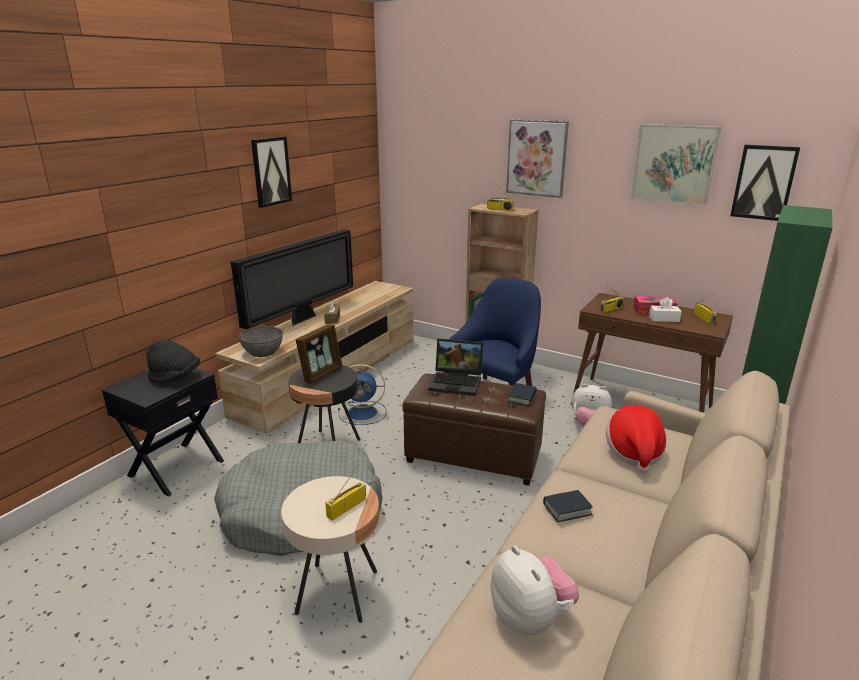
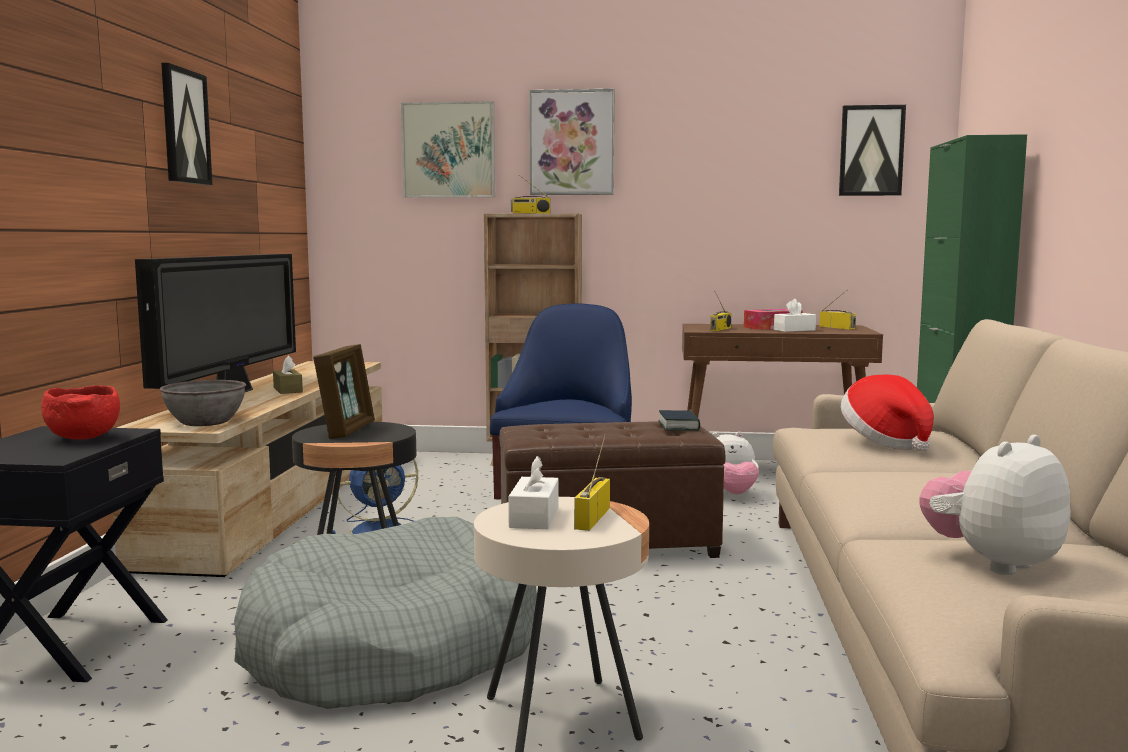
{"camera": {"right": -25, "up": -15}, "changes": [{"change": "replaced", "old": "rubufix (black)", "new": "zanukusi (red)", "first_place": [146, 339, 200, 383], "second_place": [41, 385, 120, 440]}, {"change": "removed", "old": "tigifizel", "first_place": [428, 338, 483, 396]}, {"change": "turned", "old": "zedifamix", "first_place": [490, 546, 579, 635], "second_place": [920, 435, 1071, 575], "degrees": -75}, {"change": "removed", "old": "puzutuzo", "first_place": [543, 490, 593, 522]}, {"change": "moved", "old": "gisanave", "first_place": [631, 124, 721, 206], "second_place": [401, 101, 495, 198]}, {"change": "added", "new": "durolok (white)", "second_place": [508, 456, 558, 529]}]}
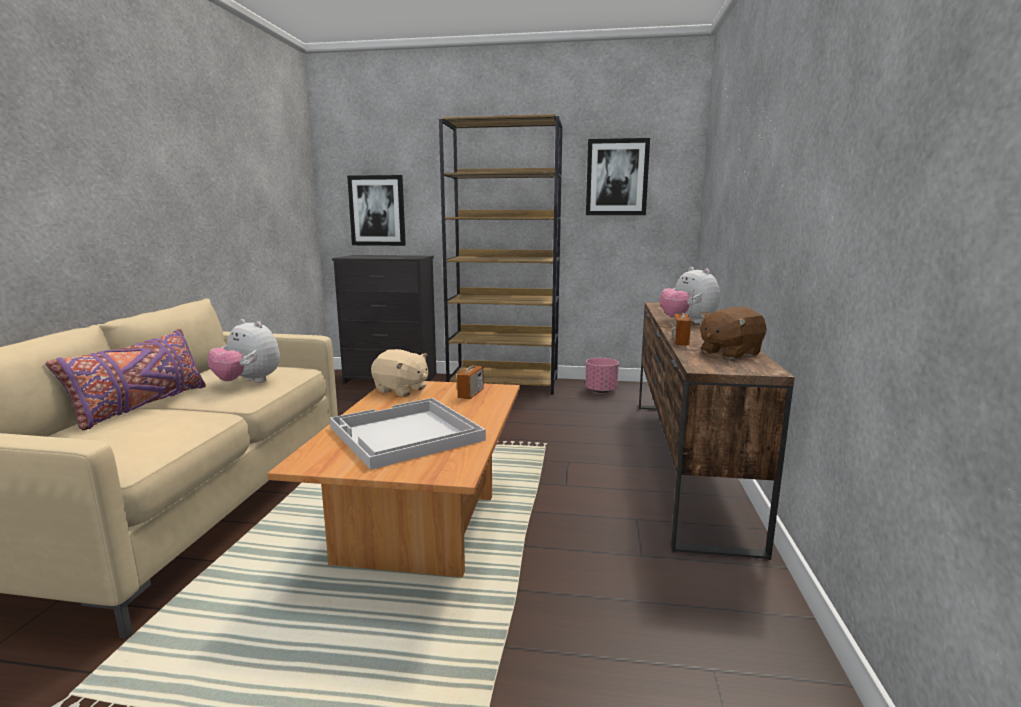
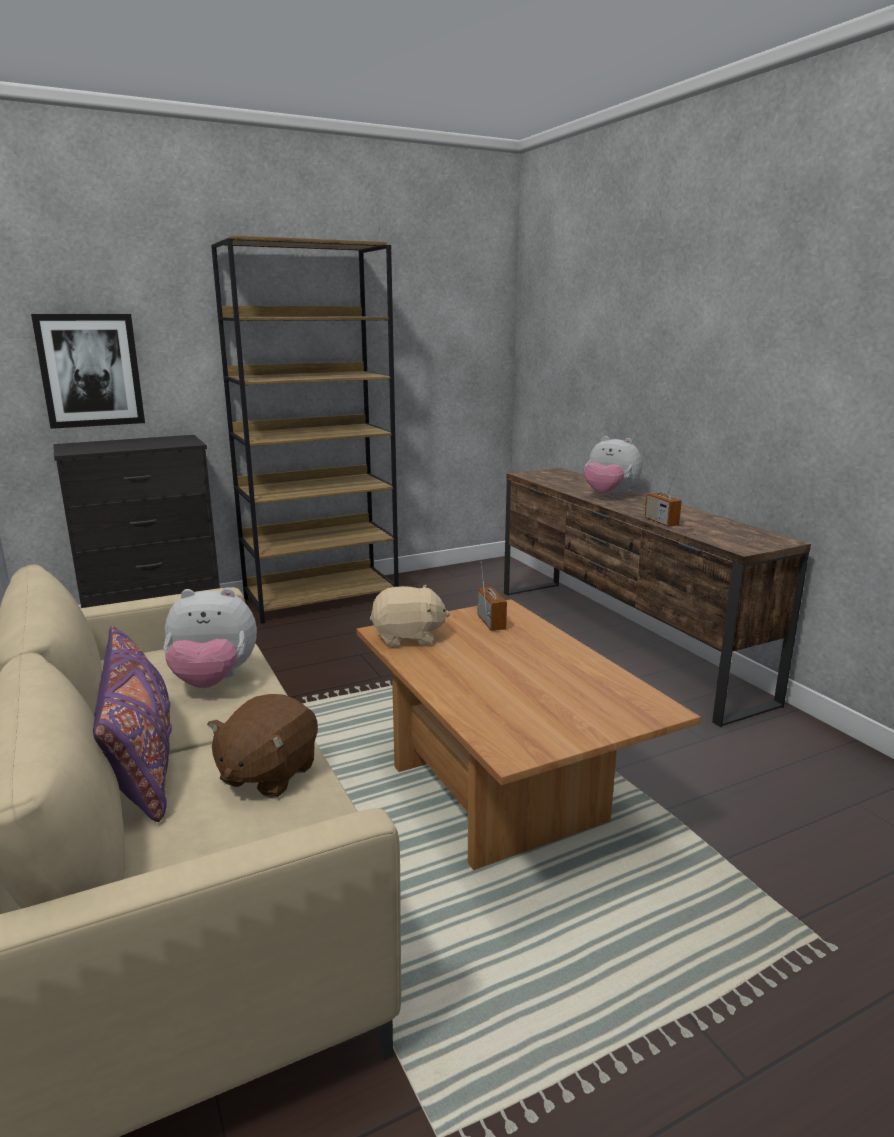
{"camera": {"right": -35, "up": 5}, "changes": [{"change": "removed", "old": "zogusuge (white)", "first_place": [330, 398, 486, 470]}, {"change": "removed", "old": "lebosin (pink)", "first_place": [585, 358, 619, 393]}, {"change": "removed", "old": "gisanave", "first_place": [586, 138, 650, 215]}, {"change": "moved", "old": "zedifamix (brown)", "first_place": [700, 307, 767, 359], "second_place": [207, 694, 318, 798]}]}
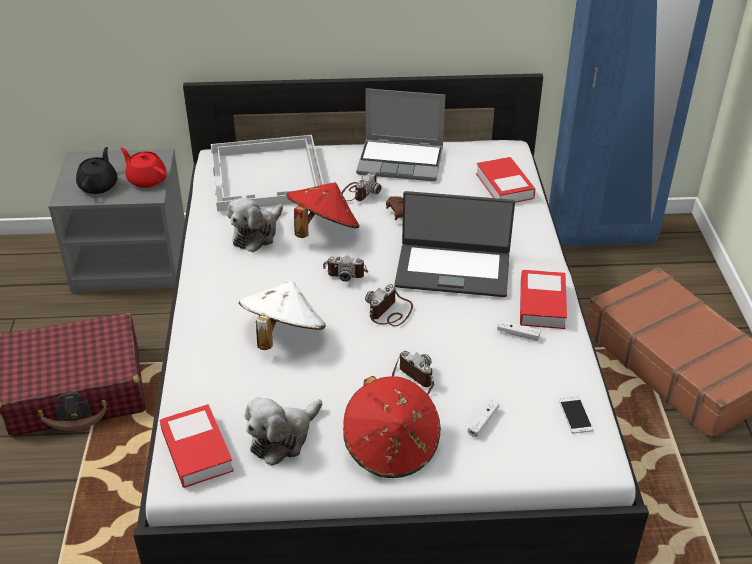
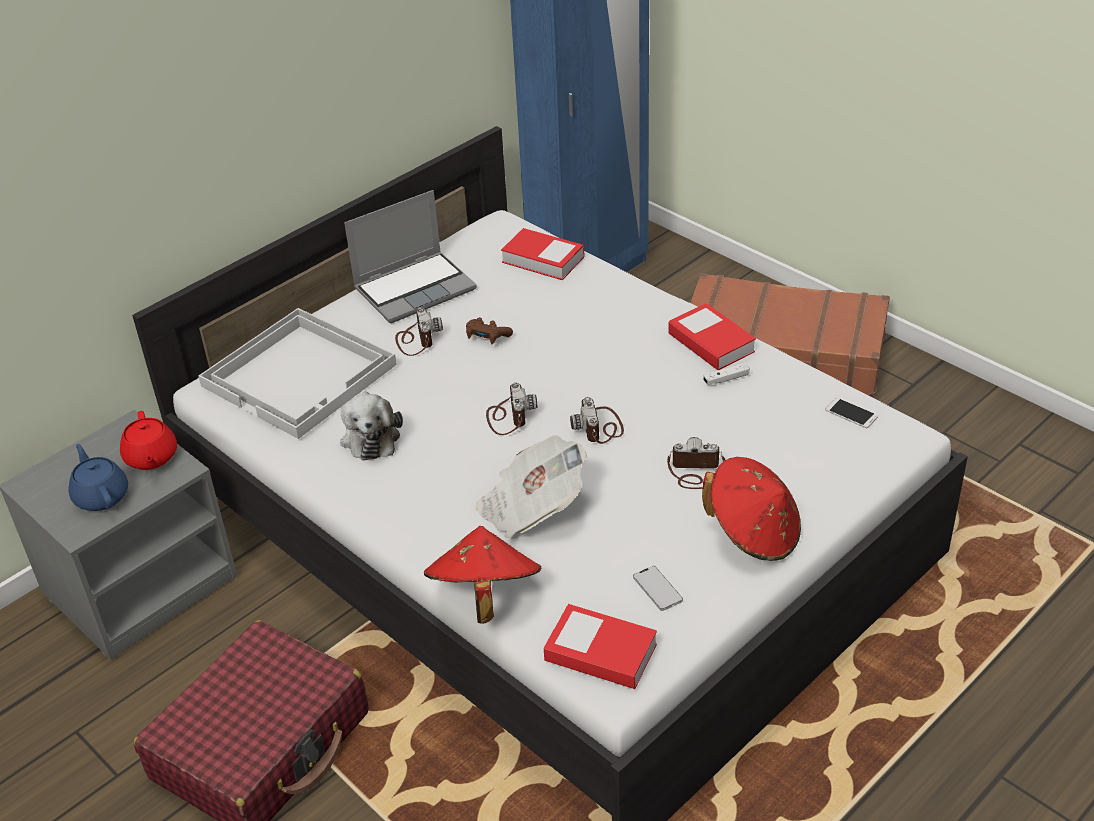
{"camera": {"right": -40, "up": 0}, "changes": [{"change": "recoloured", "old": "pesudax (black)", "new": "pesudax (blue)", "first_place": [76, 147, 117, 194], "second_place": [68, 444, 128, 511]}, {"change": "turned", "old": "pesudax (red)", "first_place": [120, 148, 166, 188], "second_place": [120, 411, 177, 470], "degrees": -105}, {"change": "replaced", "old": "rubufix (white)", "new": "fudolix", "first_place": [239, 281, 326, 350], "second_place": [475, 435, 587, 539]}, {"change": "replaced", "old": "zedifamix", "new": "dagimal", "first_place": [245, 397, 322, 466], "second_place": [633, 566, 683, 611]}, {"change": "moved", "old": "rubufix (red)", "first_place": [286, 183, 359, 238], "second_place": [424, 526, 542, 624]}, {"change": "turned", "old": "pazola", "first_place": [323, 256, 368, 282], "second_place": [486, 382, 538, 435], "degrees": -60}, {"change": "removed", "old": "tigifizel", "first_place": [394, 191, 515, 297]}, {"change": "removed", "old": "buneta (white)", "first_place": [468, 400, 499, 437]}]}
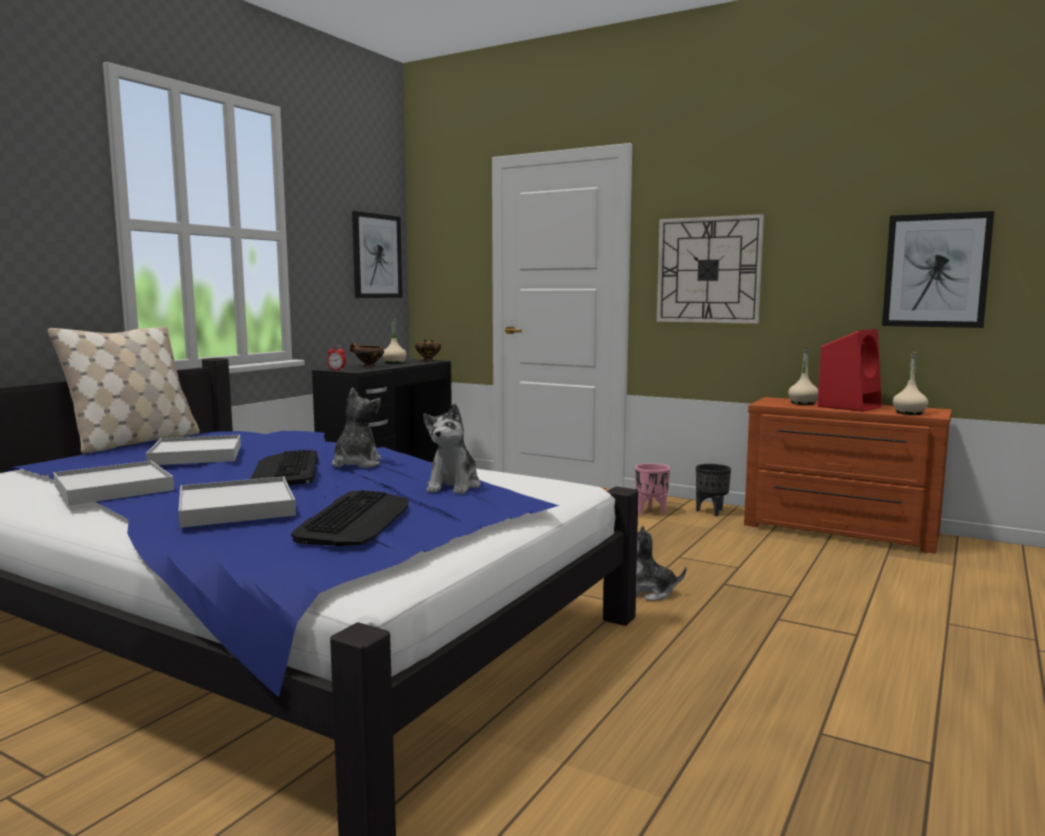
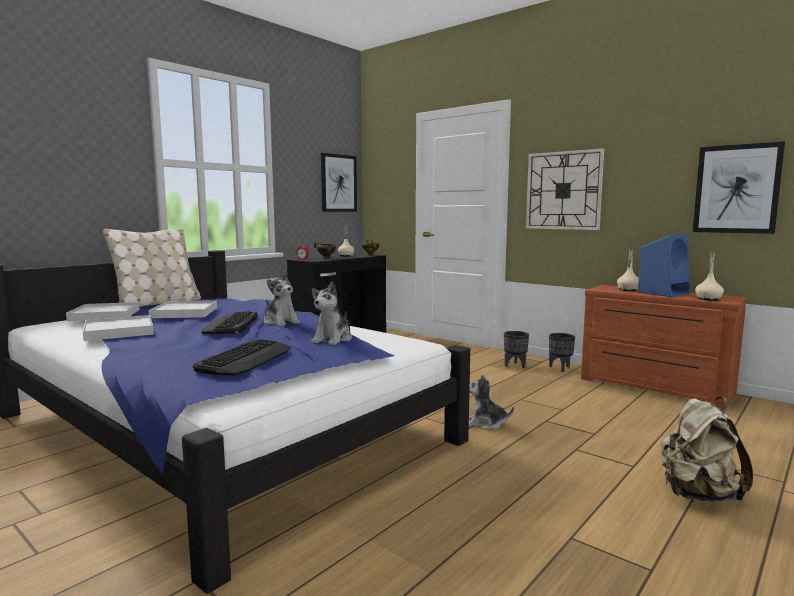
{"camera": {"right": 10, "up": 0}, "changes": [{"change": "moved", "old": "zogusuge (white)", "first_place": [179, 476, 296, 528], "second_place": [66, 302, 140, 322]}, {"change": "turned", "old": "zedifamix", "first_place": [332, 388, 381, 468], "second_place": [263, 271, 300, 326], "degrees": 120}, {"change": "recoloured", "old": "lebosin (pink)", "new": "lebosin (black)", "first_place": [635, 463, 670, 514], "second_place": [504, 331, 529, 368]}, {"change": "recoloured", "old": "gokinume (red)", "new": "gokinume (blue)", "first_place": [817, 329, 882, 412], "second_place": [638, 234, 690, 297]}, {"change": "added", "new": "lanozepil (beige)", "second_place": [661, 397, 753, 501]}]}
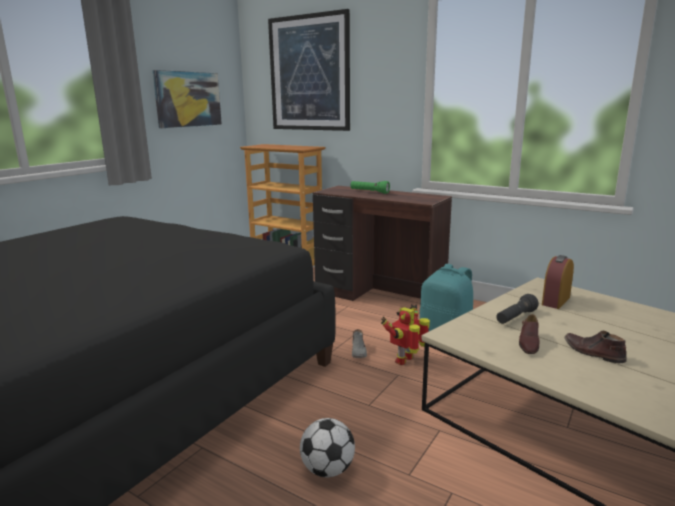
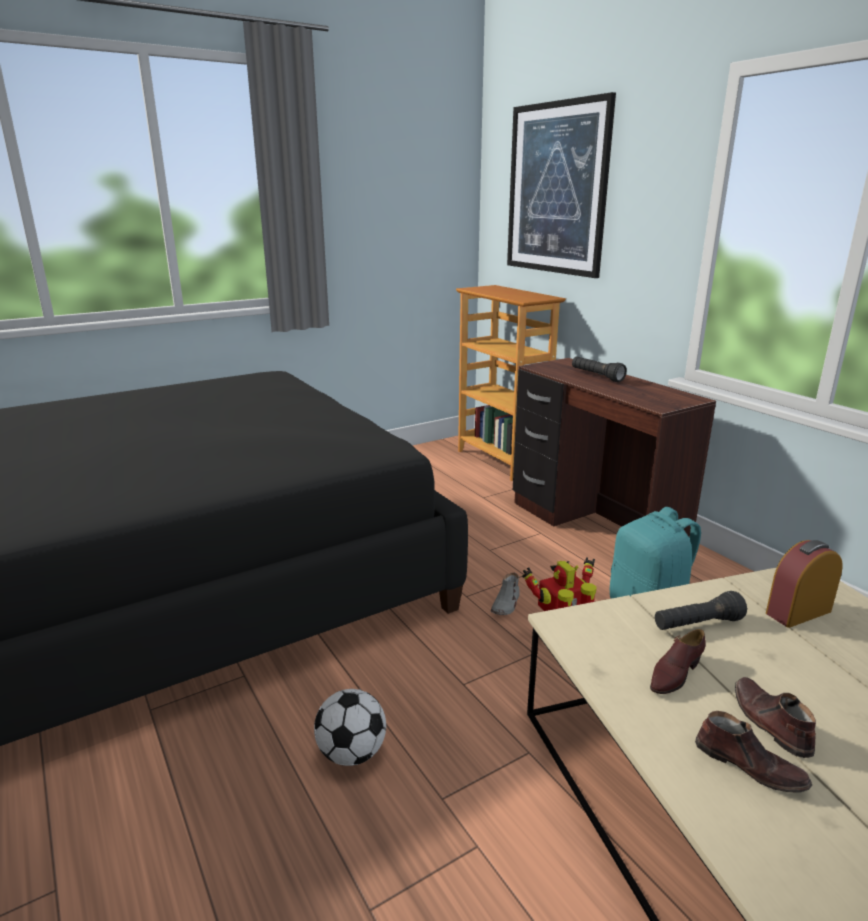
{"camera": {"right": 25, "up": 5}, "changes": [{"change": "removed", "old": "gisanave", "first_place": [152, 70, 222, 128]}, {"change": "recoloured", "old": "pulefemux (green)", "new": "pulefemux (black)", "first_place": [351, 181, 390, 194], "second_place": [572, 356, 627, 382]}, {"change": "added", "new": "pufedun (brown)", "second_place": [695, 711, 812, 793]}]}
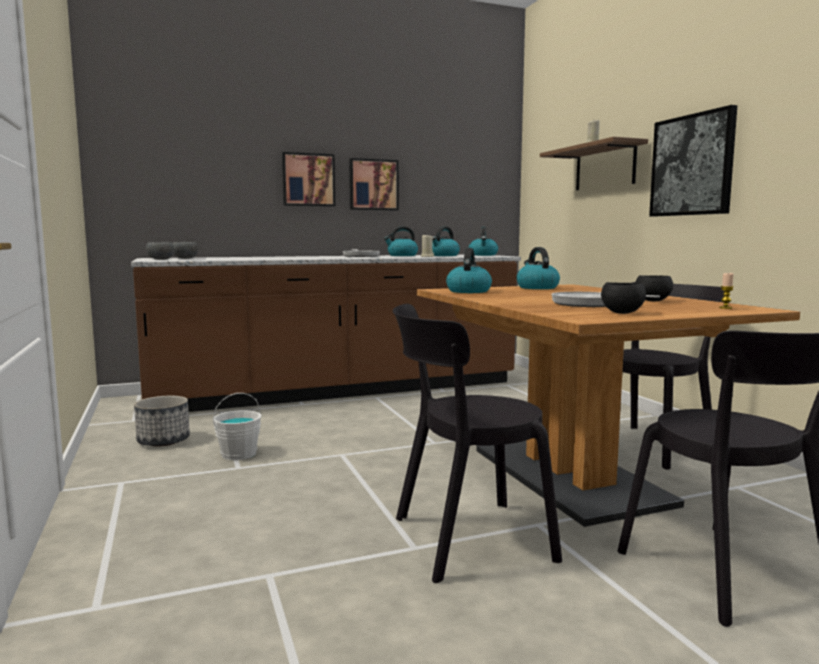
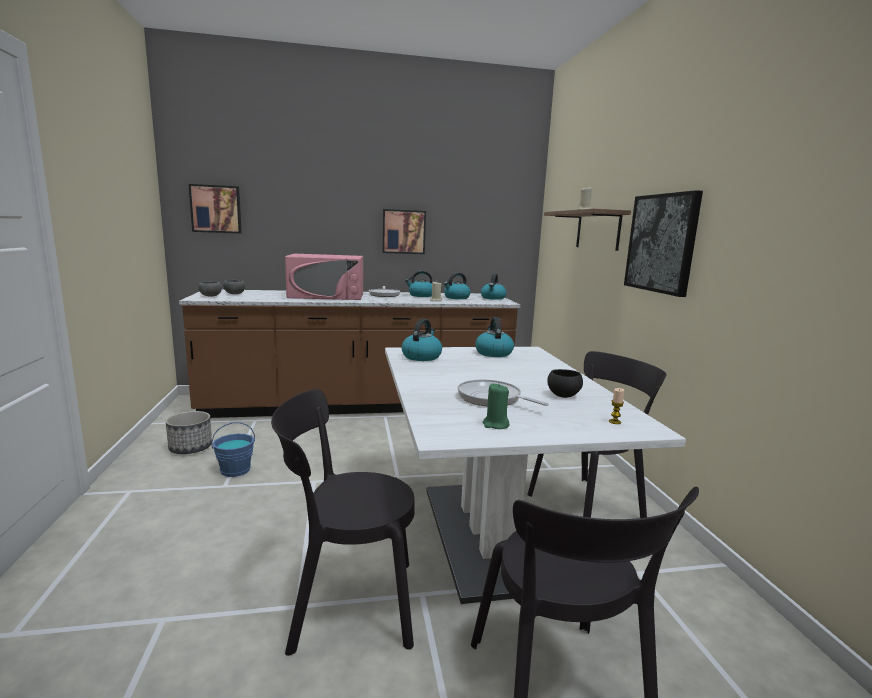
{"camera": {"right": 10, "up": 5}, "changes": [{"change": "recoloured", "old": "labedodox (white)", "new": "labedodox (blue)", "first_place": [213, 393, 262, 460], "second_place": [211, 422, 255, 477]}, {"change": "moved", "old": "gisanave", "first_place": [282, 152, 335, 207], "second_place": [188, 184, 242, 233]}, {"change": "recoloured", "old": "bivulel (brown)", "new": "bivulel (white)", "first_place": [417, 284, 800, 527], "second_place": [385, 347, 686, 604]}, {"change": "replaced", "old": "zanukusi (black)", "new": "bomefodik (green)", "first_place": [601, 282, 646, 314], "second_place": [483, 384, 509, 429]}, {"change": "added", "new": "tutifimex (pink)", "second_place": [285, 254, 363, 300]}]}
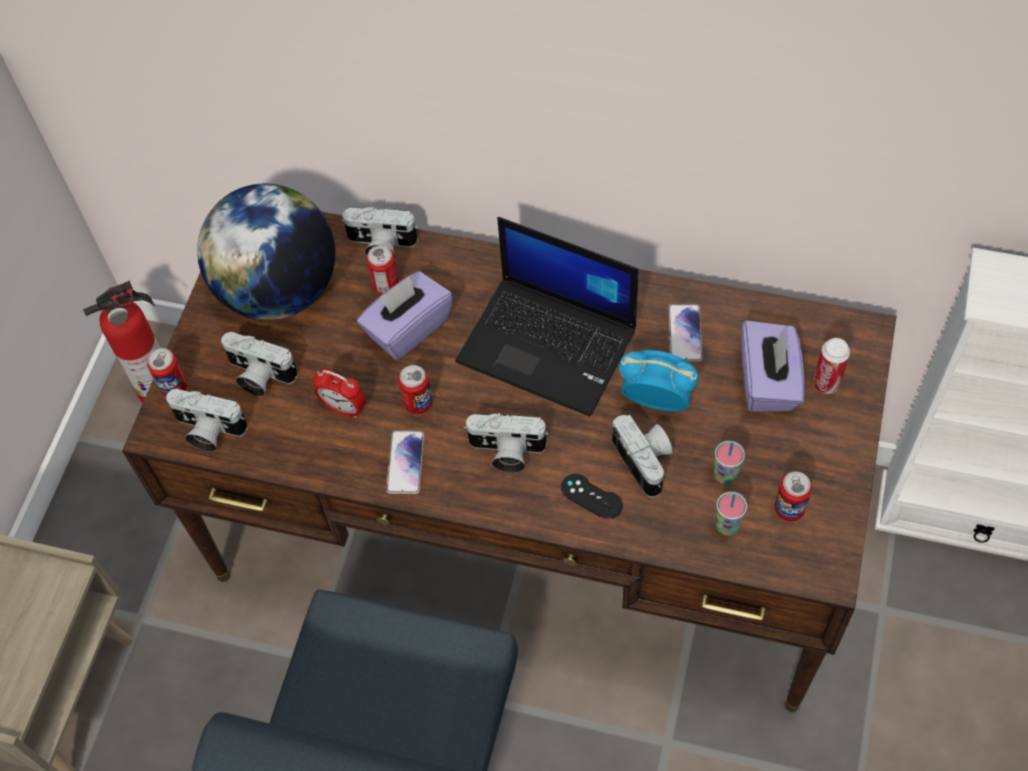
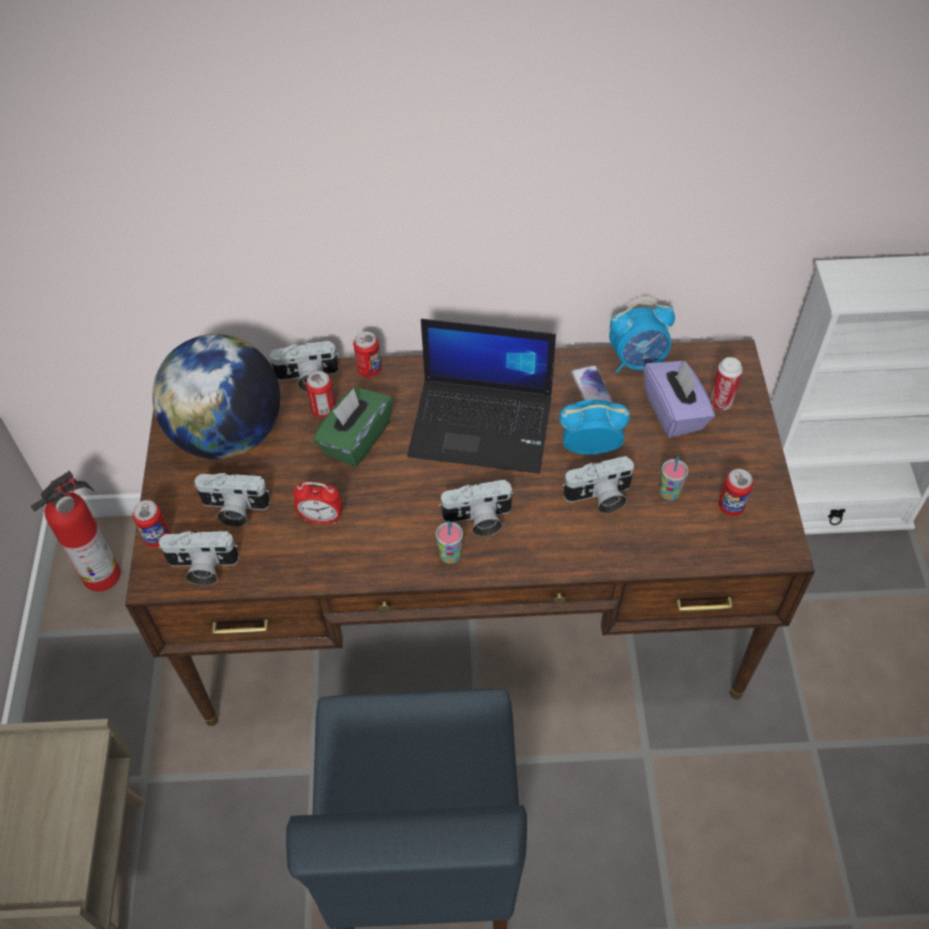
{"camera": {"right": -20, "up": -5}, "changes": [{"change": "recoloured", "old": "durolok (purple)", "new": "durolok (green)", "first_place": [357, 271, 453, 360], "second_place": [313, 387, 393, 467]}, {"change": "removed", "old": "dagimal", "first_place": [386, 430, 424, 494]}, {"change": "moved", "old": "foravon", "first_place": [398, 365, 432, 415], "second_place": [353, 332, 381, 377]}, {"change": "removed", "old": "buneta (black)", "first_place": [561, 474, 623, 519]}, {"change": "turned", "old": "pazola", "first_place": [612, 415, 672, 498], "second_place": [562, 456, 635, 513], "degrees": 120}, {"change": "moved", "old": "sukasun", "first_place": [716, 492, 747, 536], "second_place": [436, 521, 463, 564]}, {"change": "added", "new": "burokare", "second_place": [609, 300, 675, 372]}]}
